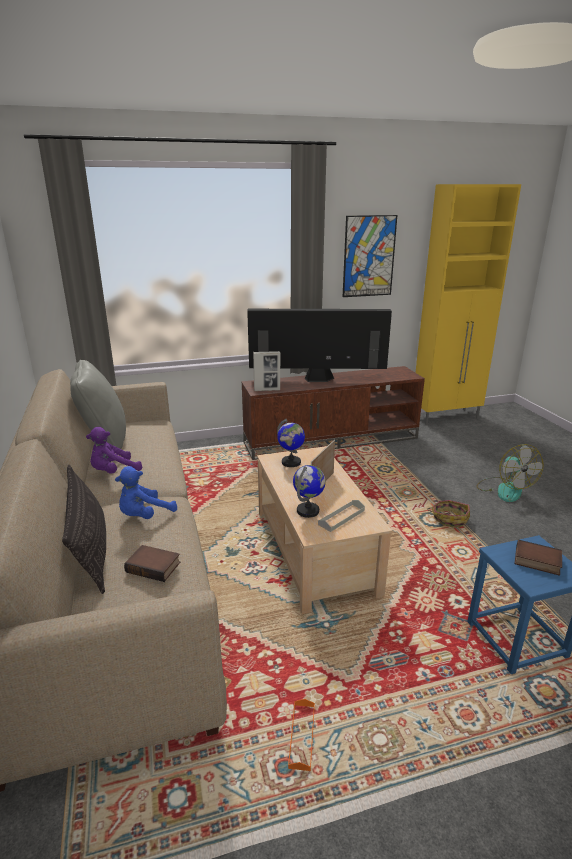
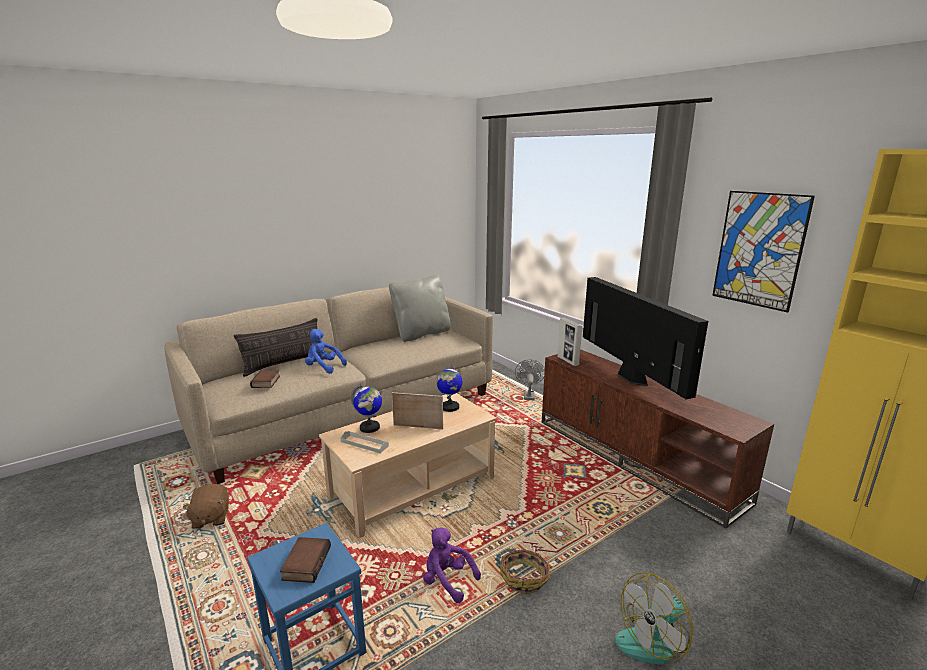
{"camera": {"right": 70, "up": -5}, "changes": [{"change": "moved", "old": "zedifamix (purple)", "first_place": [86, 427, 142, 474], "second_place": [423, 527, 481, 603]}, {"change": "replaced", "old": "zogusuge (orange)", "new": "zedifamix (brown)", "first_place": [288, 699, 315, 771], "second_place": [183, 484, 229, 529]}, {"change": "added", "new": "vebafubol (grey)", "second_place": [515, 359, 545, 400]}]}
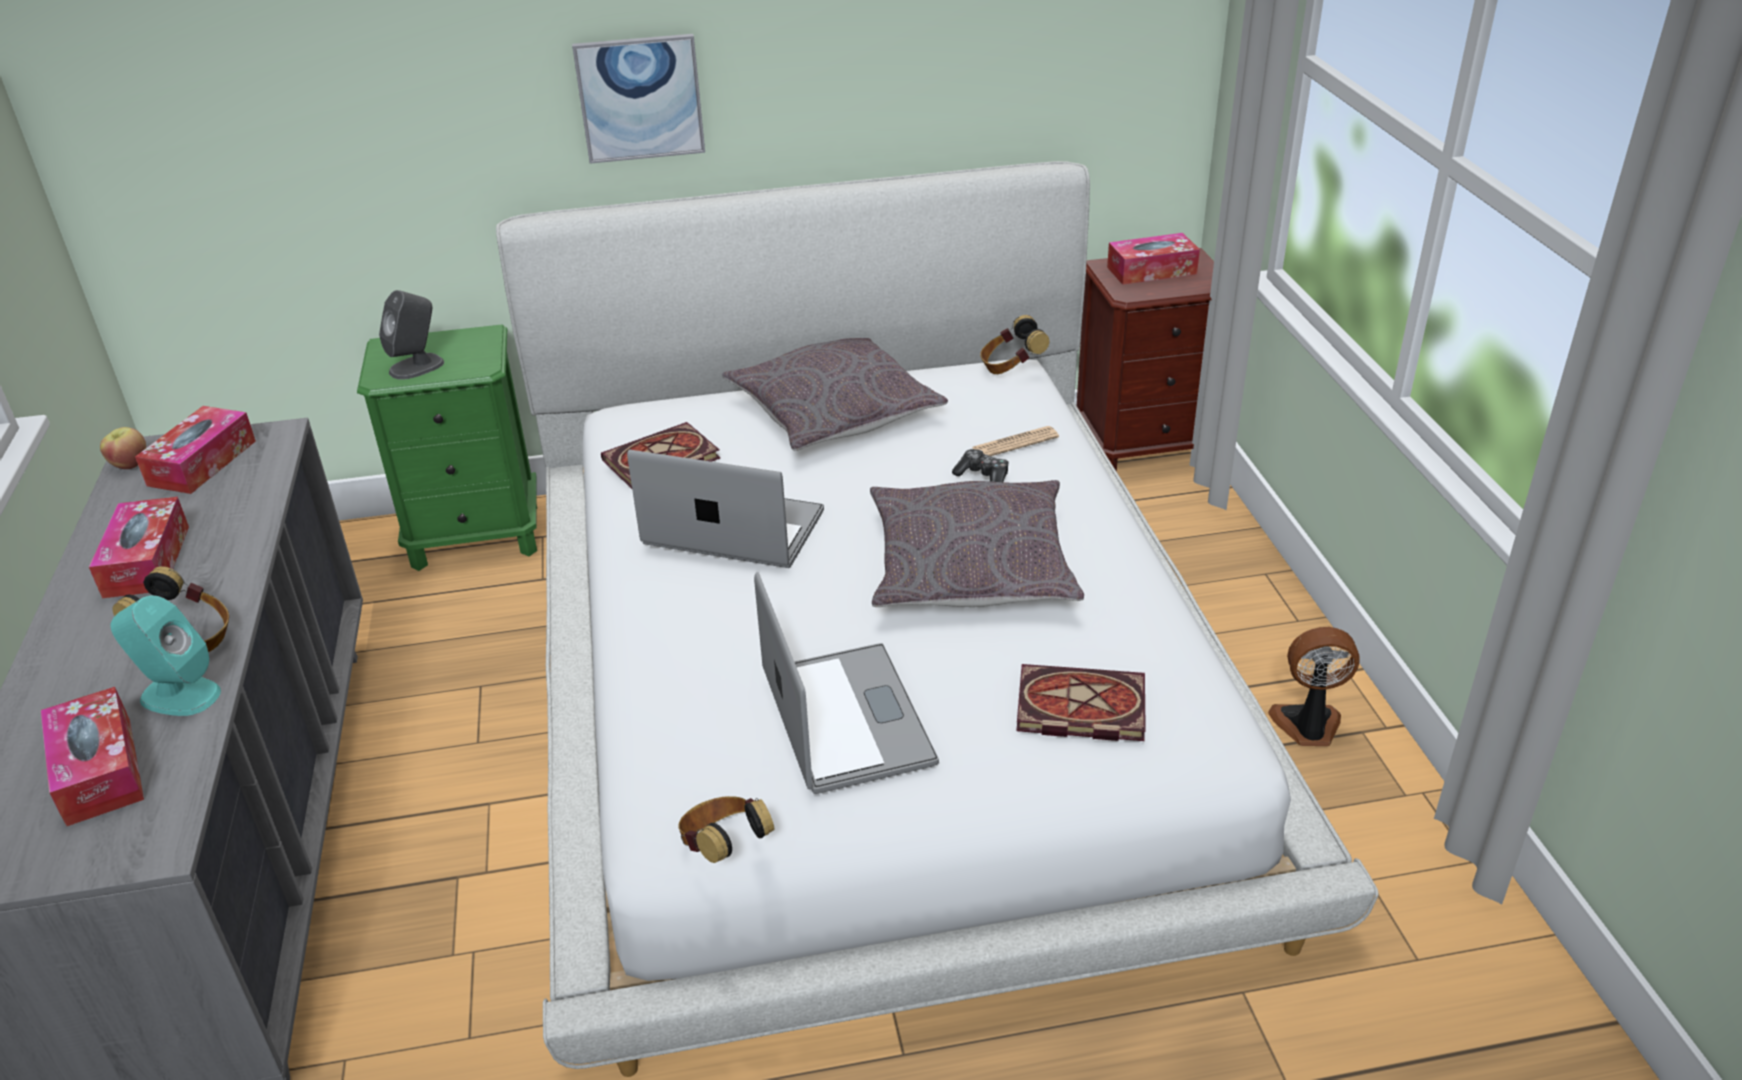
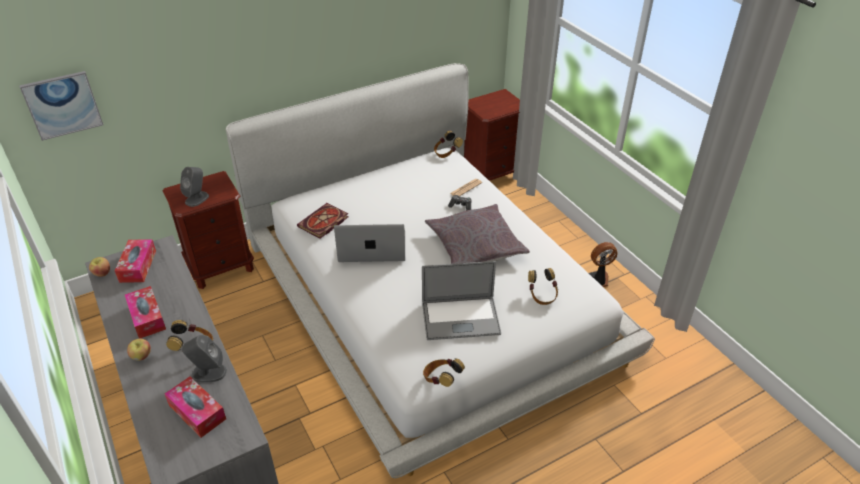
{"camera": {"right": -20, "up": 5}, "changes": [{"change": "recoloured", "old": "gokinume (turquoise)", "new": "gokinume (grey)", "first_place": [110, 595, 221, 716], "second_place": [182, 335, 227, 382]}, {"change": "recoloured", "old": "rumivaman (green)", "new": "rumivaman (brown)", "first_place": [357, 324, 537, 571], "second_place": [163, 171, 254, 289]}, {"change": "moved", "old": "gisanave", "first_place": [572, 34, 705, 164], "second_place": [19, 71, 103, 141]}, {"change": "removed", "old": "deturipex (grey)", "first_place": [722, 338, 948, 451]}, {"change": "turned", "old": "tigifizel", "first_place": [754, 572, 939, 794], "second_place": [422, 261, 501, 340], "degrees": 120}, {"change": "replaced", "old": "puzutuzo", "new": "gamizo", "first_place": [1016, 664, 1146, 741], "second_place": [528, 268, 558, 305]}, {"change": "removed", "old": "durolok", "first_place": [1107, 233, 1200, 285]}, {"change": "added", "new": "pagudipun", "second_place": [127, 339, 151, 361]}]}
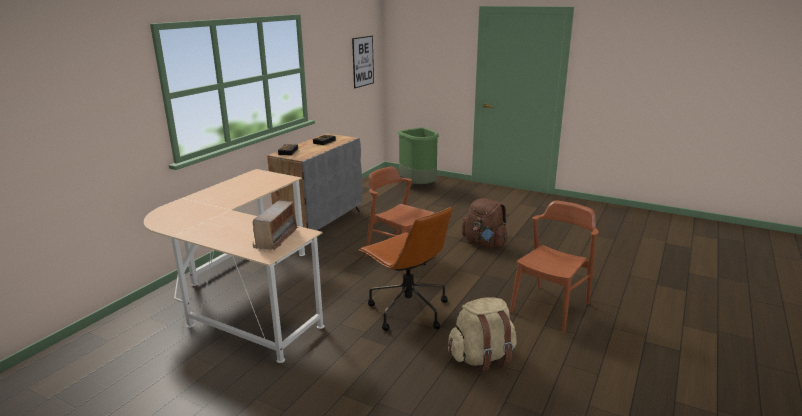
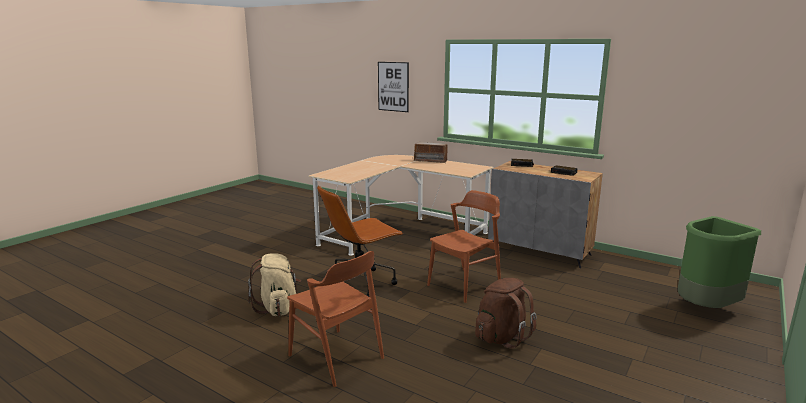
{"camera": {"right": 95, "up": -5}, "changes": [{"change": "moved", "old": "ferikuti", "first_place": [252, 201, 299, 250], "second_place": [414, 142, 448, 163]}, {"change": "moved", "old": "gisanave", "first_place": [352, 36, 374, 88], "second_place": [378, 62, 409, 112]}]}
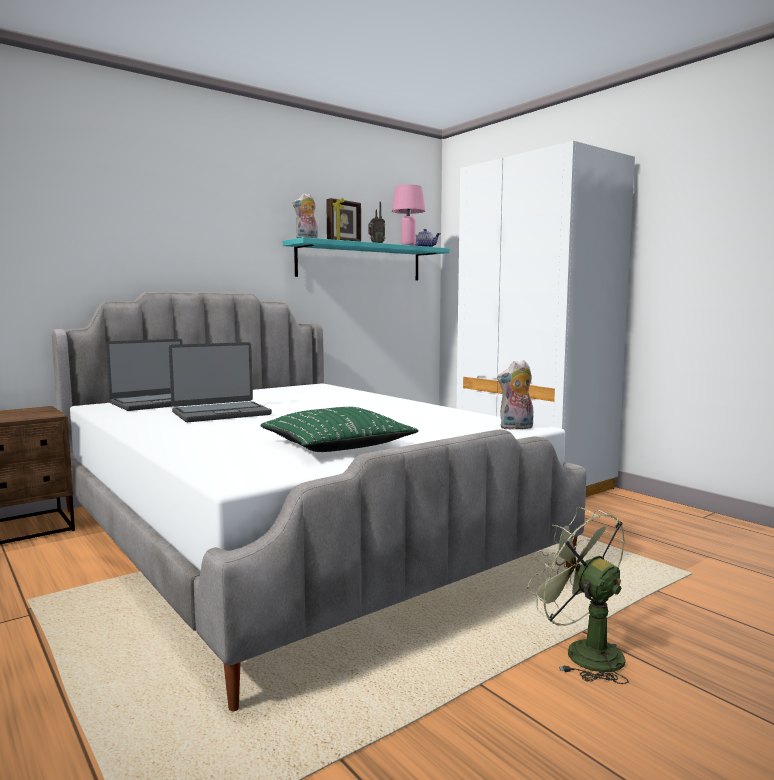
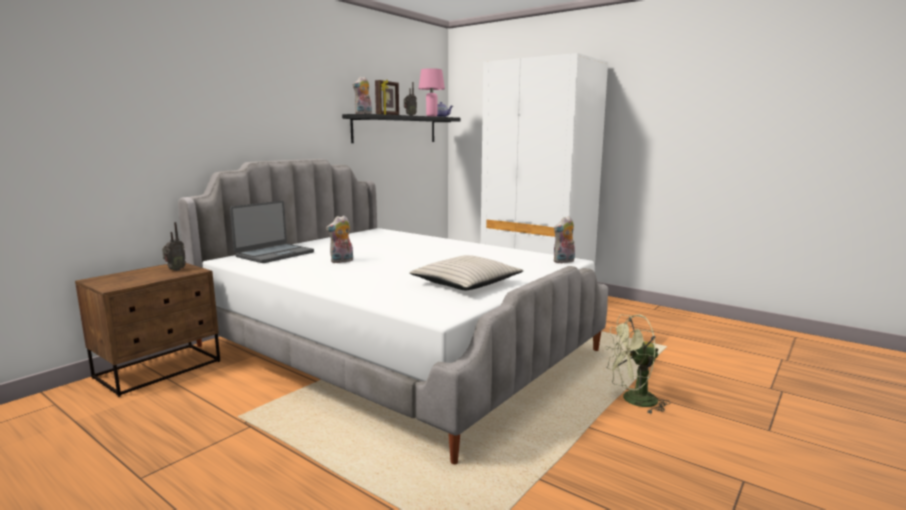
{"camera": {"right": -15, "up": 5}, "changes": [{"change": "replaced", "old": "tigifizel", "new": "zedifamix", "first_place": [169, 342, 272, 422], "second_place": [326, 216, 353, 263]}, {"change": "recoloured", "old": "deturipex (green)", "new": "deturipex (beige)", "first_place": [260, 407, 419, 452], "second_place": [409, 255, 523, 290]}, {"change": "recoloured", "old": "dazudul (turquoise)", "new": "dazudul (black)", "first_place": [283, 237, 450, 280], "second_place": [342, 114, 460, 143]}, {"change": "turned", "old": "vebafubol (green)", "first_place": [527, 507, 629, 684], "second_place": [605, 314, 670, 414], "degrees": -45}, {"change": "added", "new": "ferikuti", "second_place": [162, 222, 186, 271]}]}
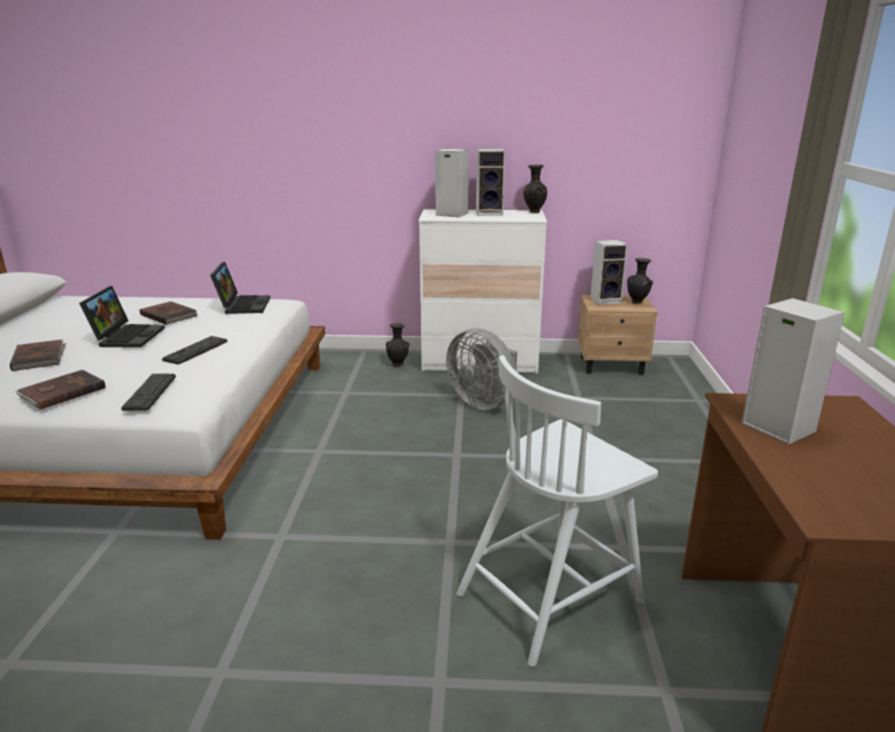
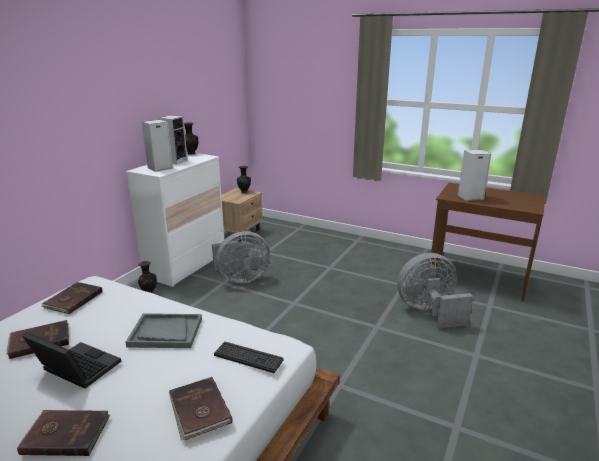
{"camera": {"right": -65, "up": 0}, "changes": [{"change": "replaced", "old": "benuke", "new": "zogusuge (grey)", "first_place": [162, 336, 227, 364], "second_place": [125, 313, 202, 348]}, {"change": "replaced", "old": "tigifizel", "new": "puzutuzo (brown)", "first_place": [210, 262, 270, 314], "second_place": [41, 282, 103, 314]}, {"change": "replaced", "old": "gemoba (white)", "new": "vebafubol (grey)", "first_place": [456, 355, 658, 667], "second_place": [397, 253, 473, 328]}, {"change": "removed", "old": "gokinume", "first_place": [590, 240, 628, 305]}]}
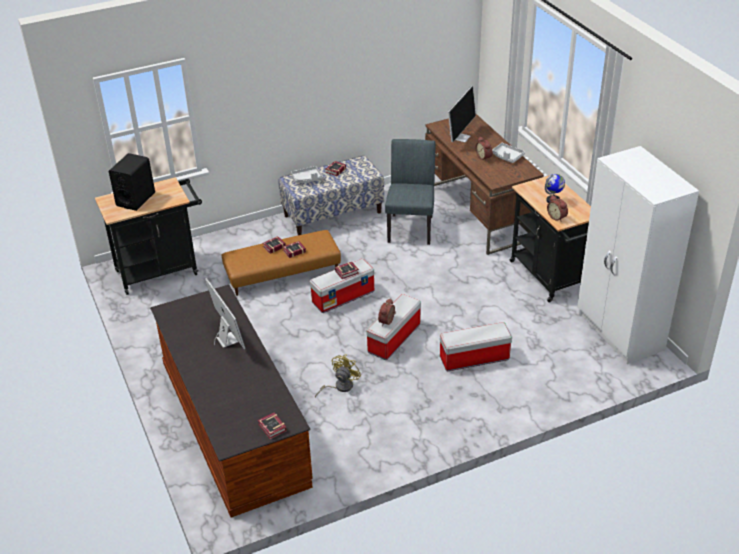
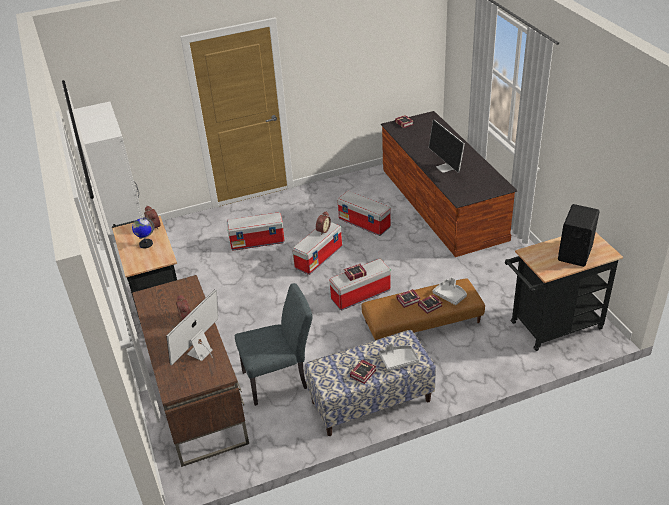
{"camera": {"right": -175, "up": 0}, "changes": [{"change": "replaced", "old": "vebafubol (yellow)", "new": "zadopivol", "first_place": [315, 354, 361, 397], "second_place": [337, 191, 391, 236]}, {"change": "turned", "old": "gemoba (grey)", "first_place": [385, 139, 436, 245], "second_place": [235, 283, 313, 406], "degrees": -120}, {"change": "moved", "old": "zogusuge (grey)", "first_place": [492, 143, 525, 163], "second_place": [432, 277, 467, 305]}]}
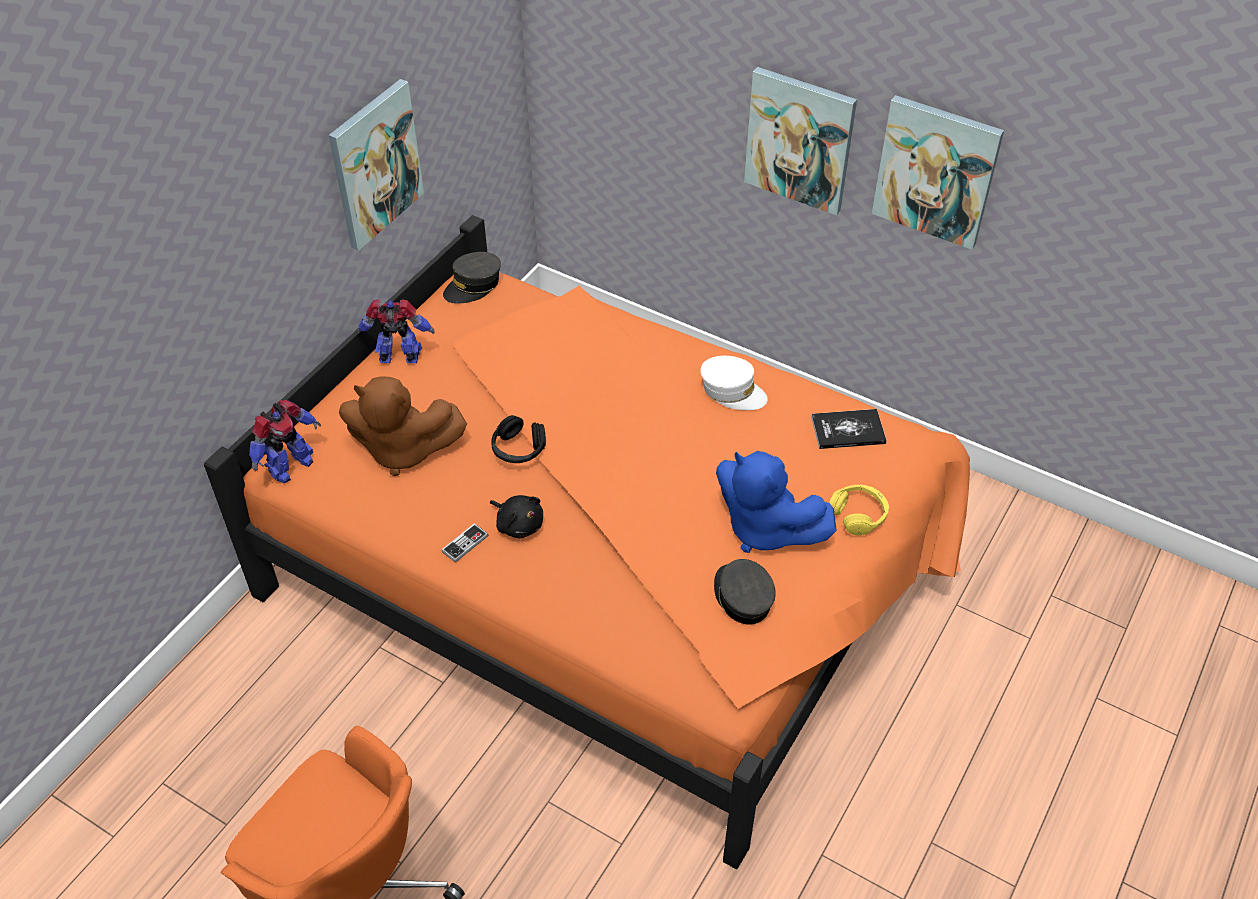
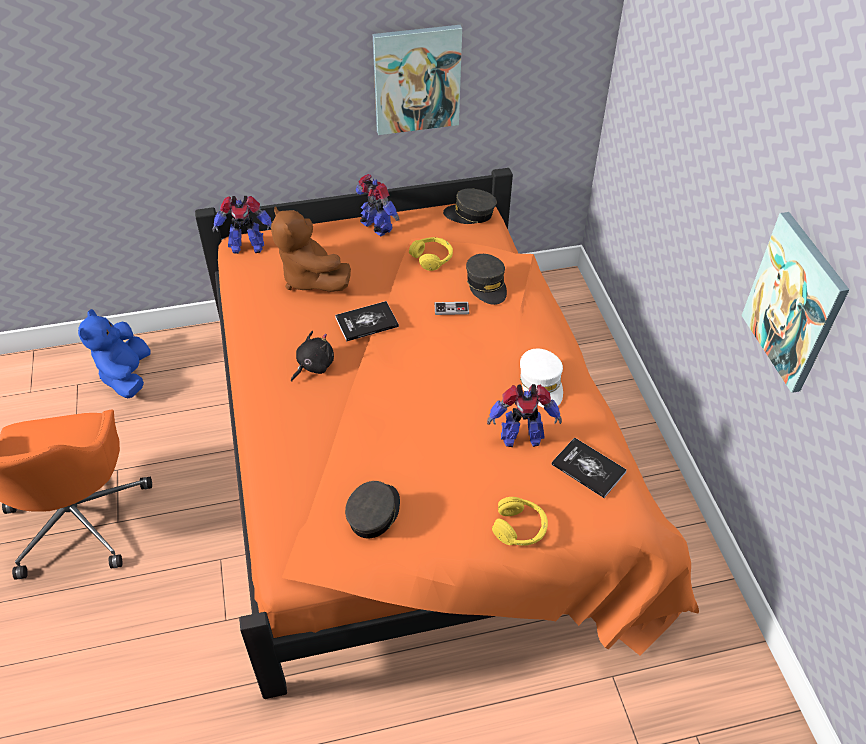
{"camera": {"right": 45, "up": 0}, "changes": [{"change": "moved", "old": "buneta", "first_place": [441, 523, 488, 563], "second_place": [434, 302, 469, 315]}, {"change": "turned", "old": "zedifamix (black)", "first_place": [490, 495, 543, 538], "second_place": [291, 331, 334, 382], "degrees": -135}, {"change": "replaced", "old": "gamizo (black)", "new": "puzutuzo", "first_place": [491, 415, 546, 463], "second_place": [335, 301, 399, 341]}, {"change": "moved", "old": "zedifamix (blue)", "first_place": [716, 451, 837, 553], "second_place": [78, 309, 151, 398]}, {"change": "removed", "old": "gisanave", "first_place": [744, 67, 857, 216]}, {"change": "added", "new": "gamizo (yellow)", "second_place": [409, 237, 453, 271]}, {"change": "added", "new": "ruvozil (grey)", "second_place": [466, 254, 507, 305]}, {"change": "added", "new": "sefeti", "second_place": [487, 384, 562, 447]}]}
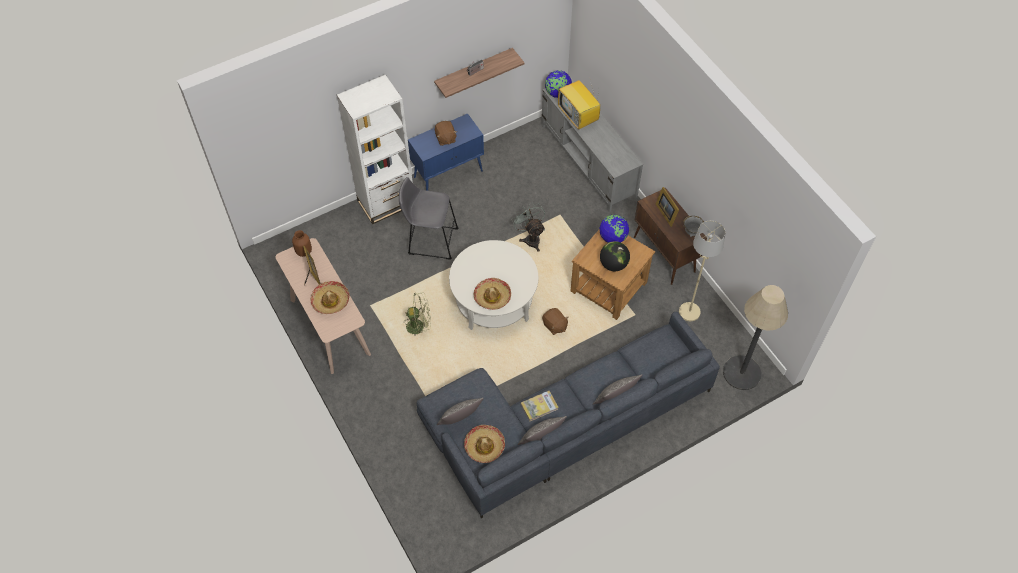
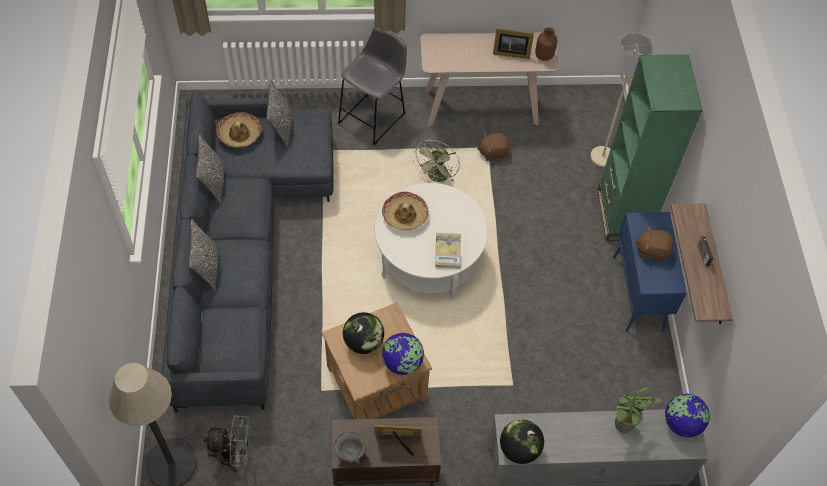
{"camera": {"right": 115, "up": 0}, "changes": [{"change": "removed", "old": "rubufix", "first_place": [311, 281, 350, 314]}, {"change": "recoloured", "old": "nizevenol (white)", "new": "nizevenol (green)", "first_place": [337, 75, 413, 224], "second_place": [598, 54, 703, 241]}, {"change": "moved", "old": "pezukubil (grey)", "first_place": [399, 177, 458, 260], "second_place": [338, 28, 407, 145]}, {"change": "moved", "old": "vebafubol (grey)", "first_place": [511, 202, 545, 252], "second_place": [204, 415, 250, 473]}, {"change": "moved", "old": "puzutuzo", "first_place": [521, 391, 559, 421], "second_place": [435, 233, 461, 269]}, {"change": "moved", "old": "zedifamix (brown)", "first_place": [542, 308, 568, 335], "second_place": [477, 133, 510, 161]}, {"change": "replaced", "old": "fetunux", "new": "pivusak", "first_place": [558, 77, 600, 129], "second_place": [615, 387, 663, 433]}, {"change": "moved", "old": "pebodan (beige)", "first_place": [679, 220, 725, 321], "second_place": [590, 33, 653, 167]}, {"change": "added", "new": "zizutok", "second_place": [500, 419, 544, 464]}]}
